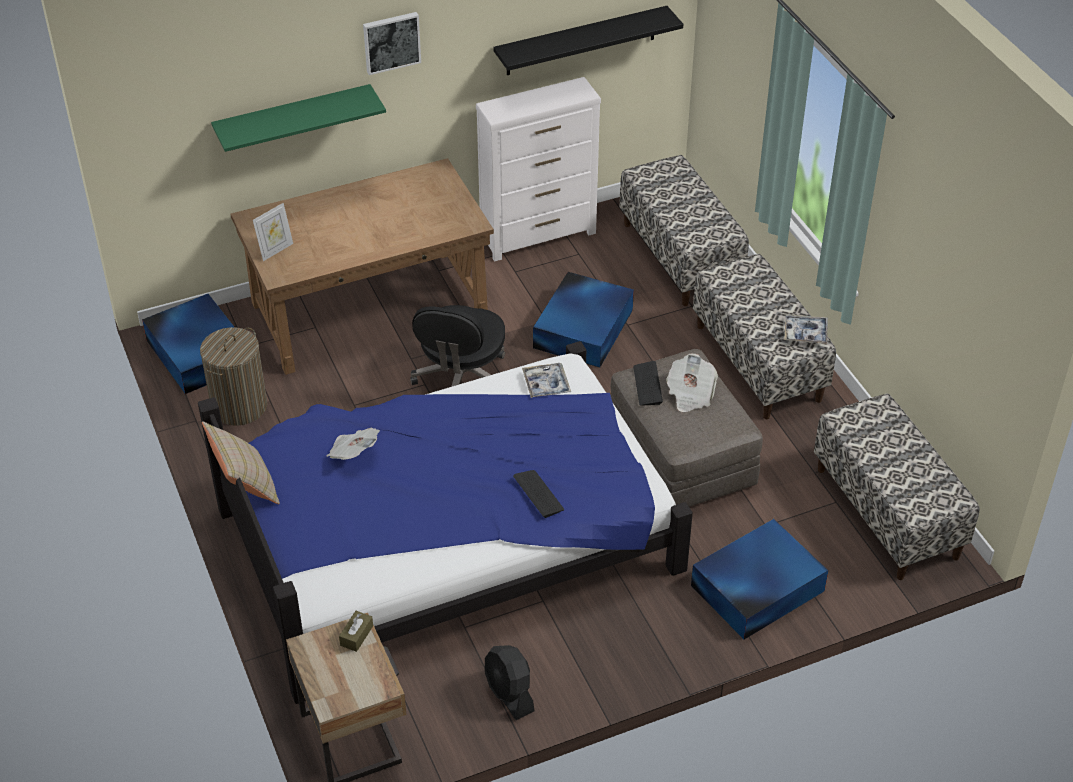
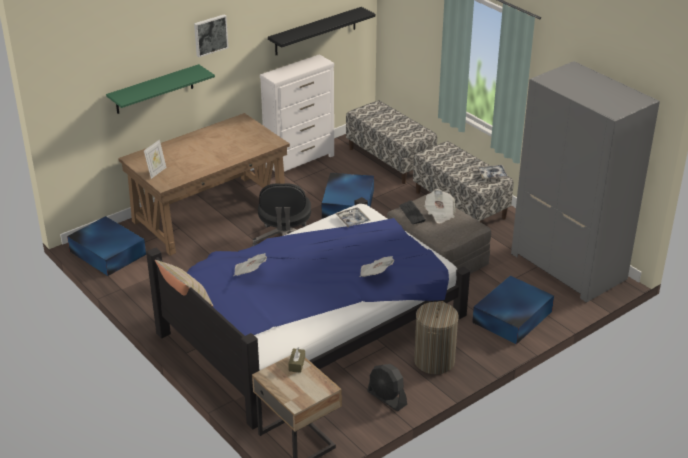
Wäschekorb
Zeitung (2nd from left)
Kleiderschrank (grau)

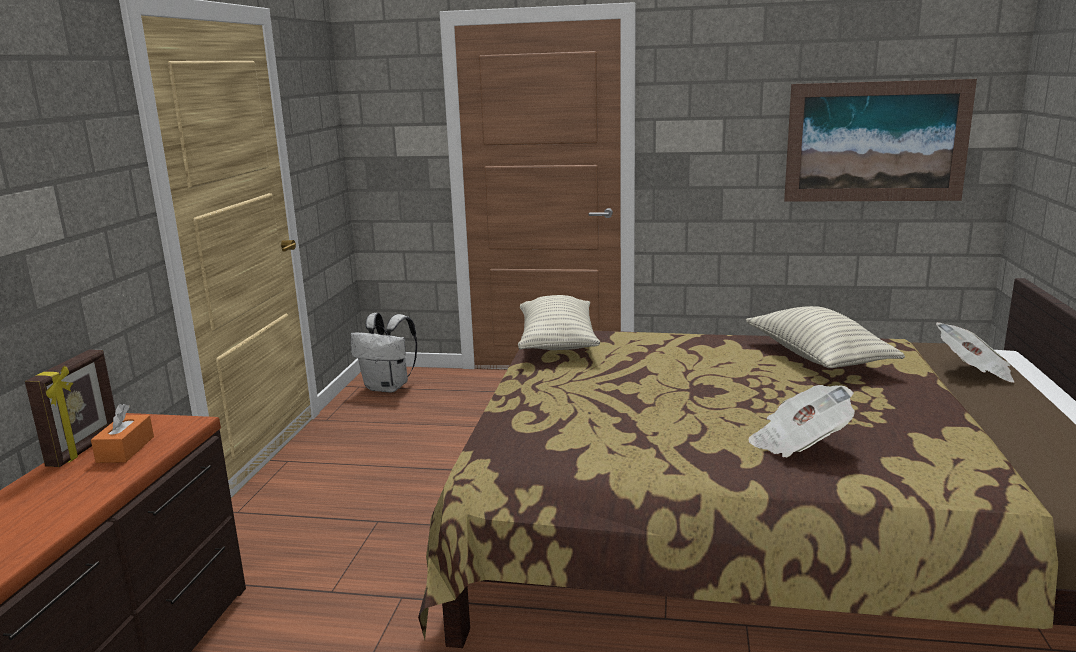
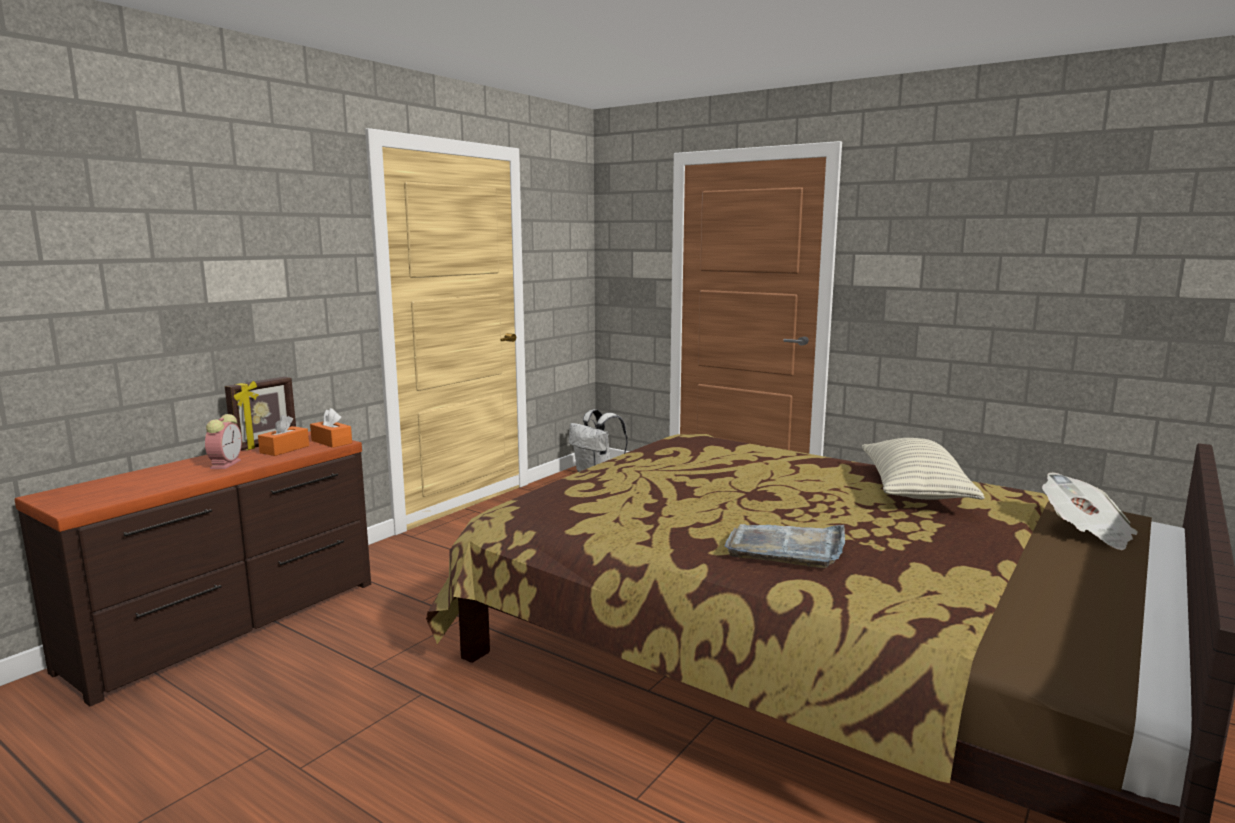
Kissen (1st from left in the first image)
Tablett (grau)
Bild
Wecker
Taschentuchbox (orange) (2nd from left)

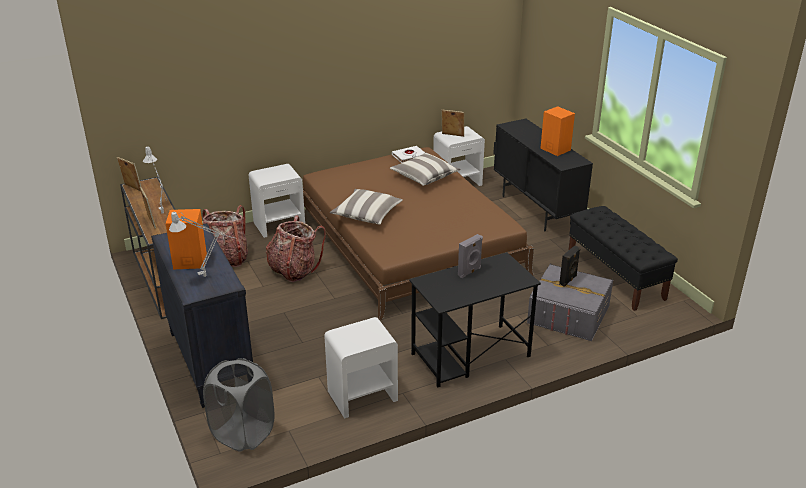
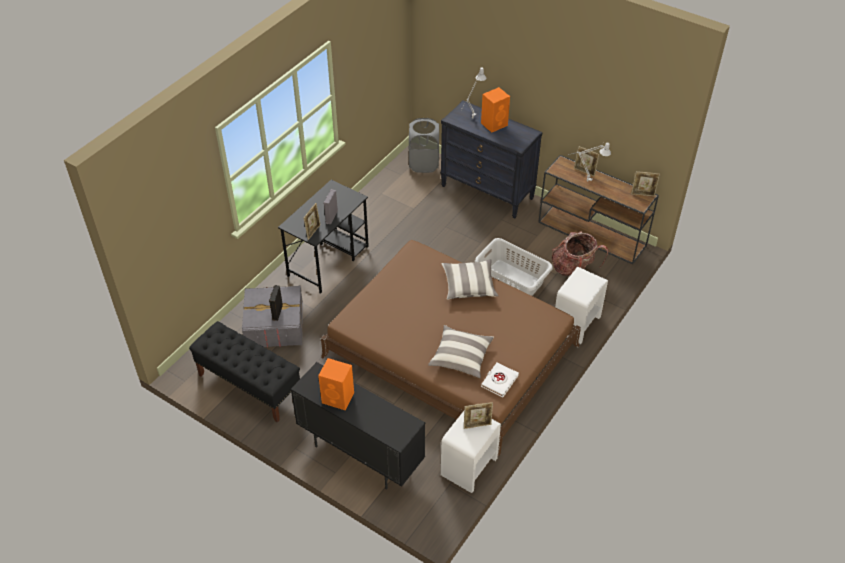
Wäschekorb (grau) (2nd from left)
Nachttisch (weiß) (2nd from left in the first image)
Bilderrahmen (1st from left)

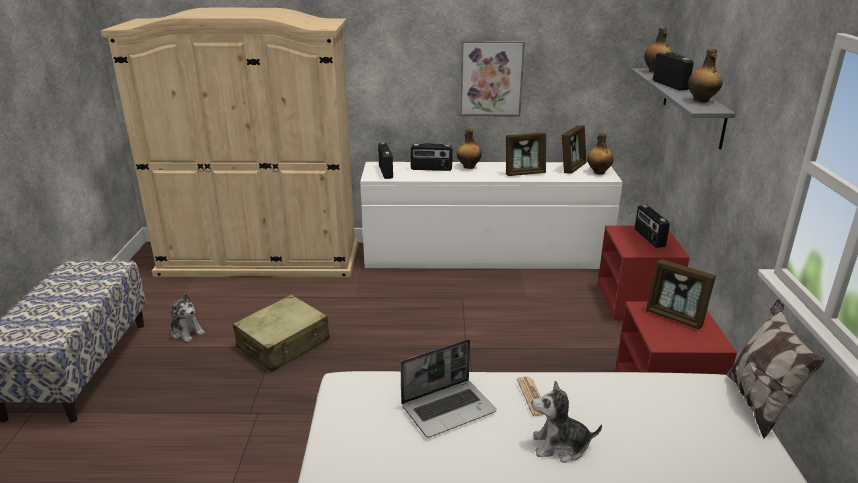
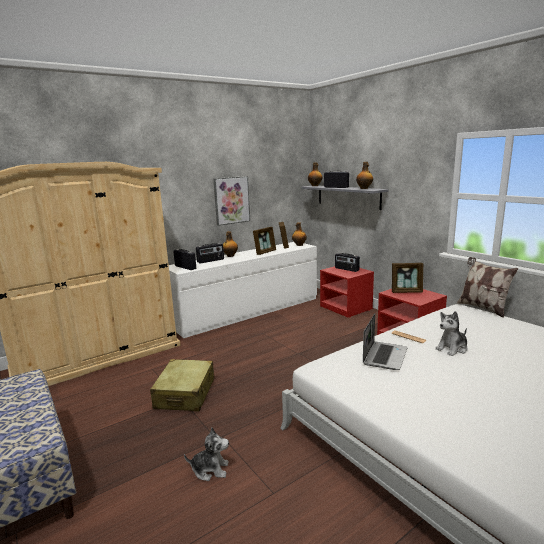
Plüschtier (1st from left)

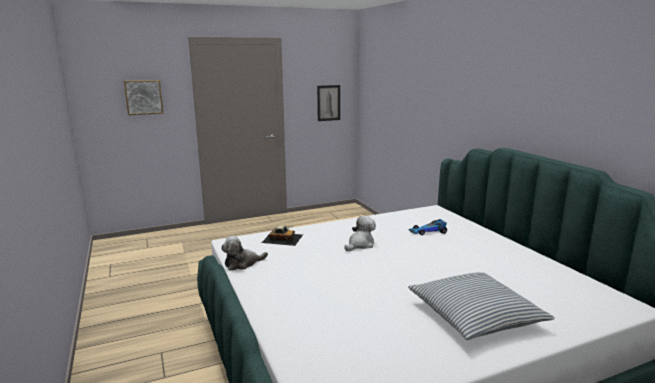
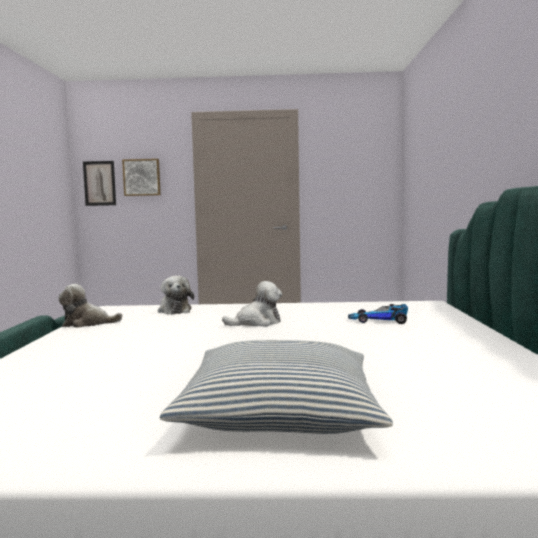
Plüschtier (2nd from left)
Bild (1st from left)

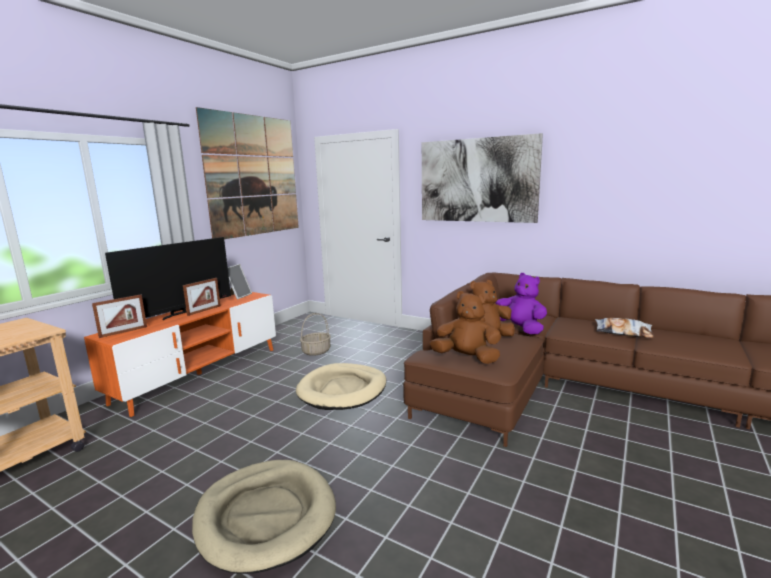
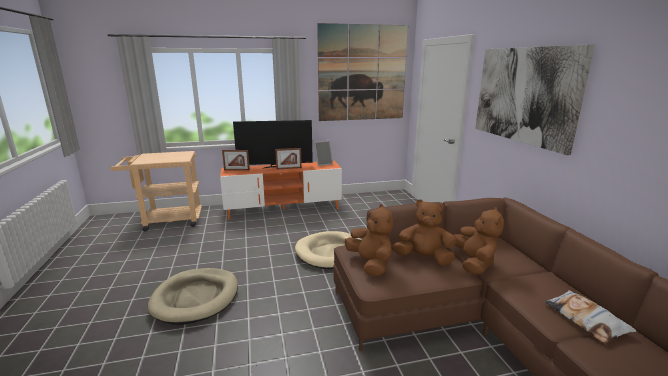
Korb
Plüschtier (braun) (3rd from left)

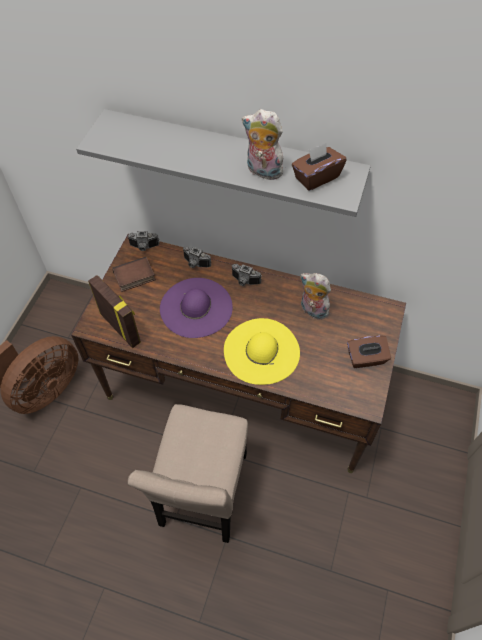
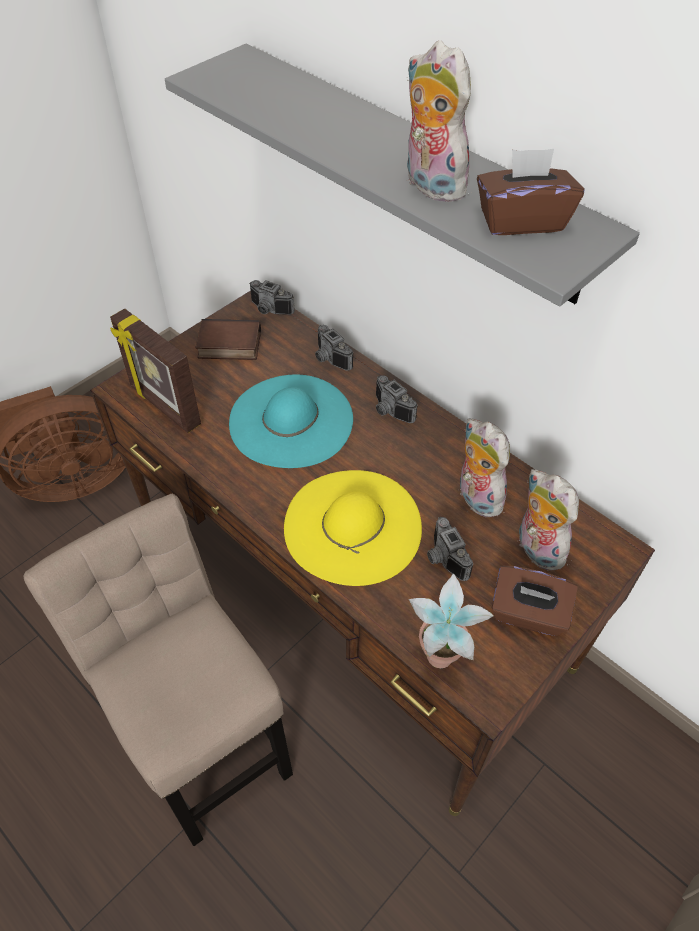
Bilderrahmen
Stuhl (beige)
Hut (türkis)
Topfpflanze
Kamera (4th from left)
Plüschtier (3rd from left)

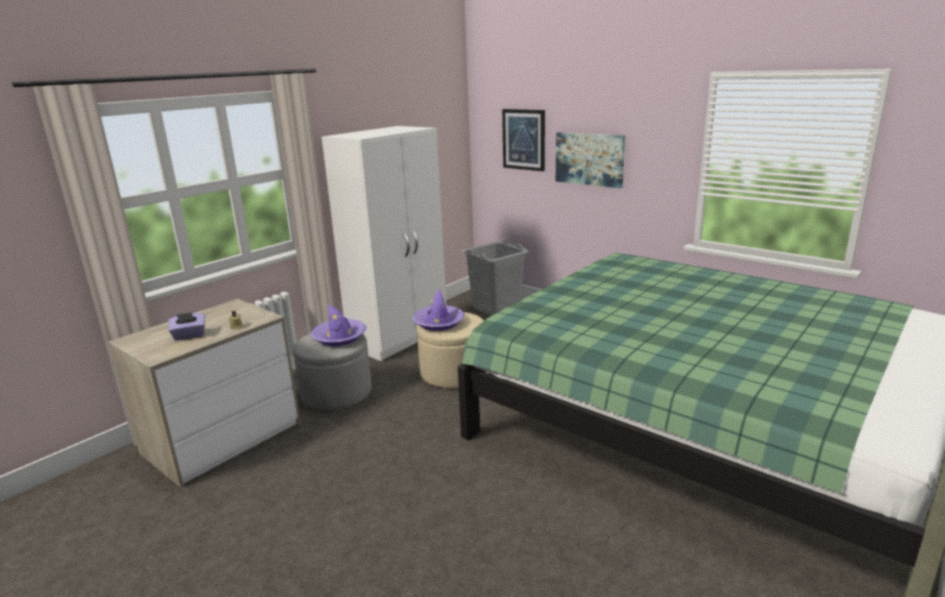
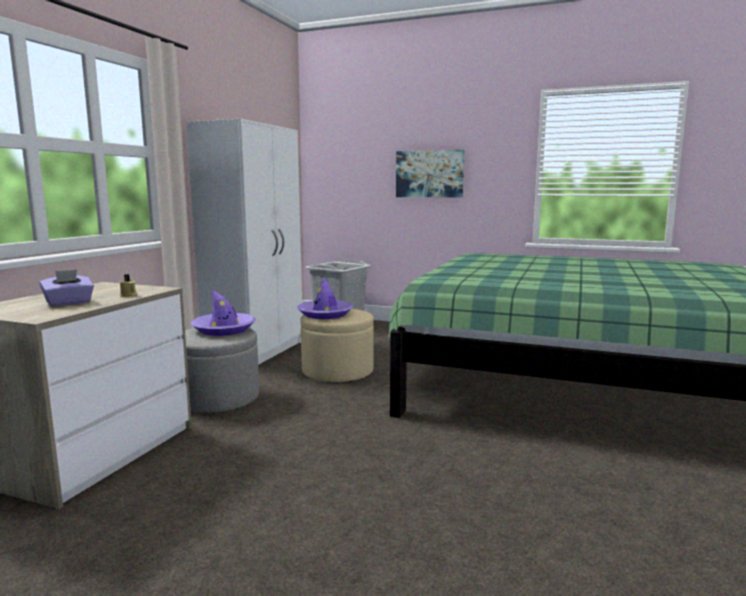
Bild (1st from left in the first image)

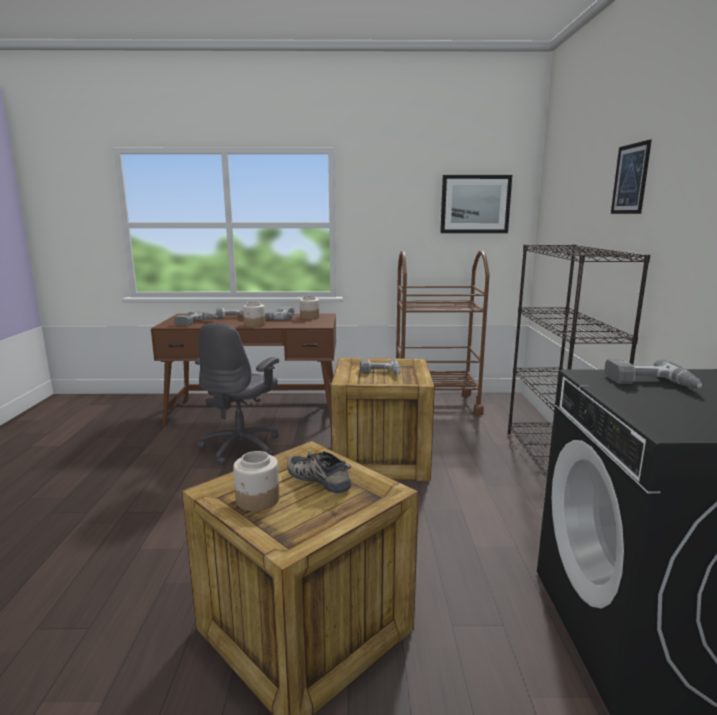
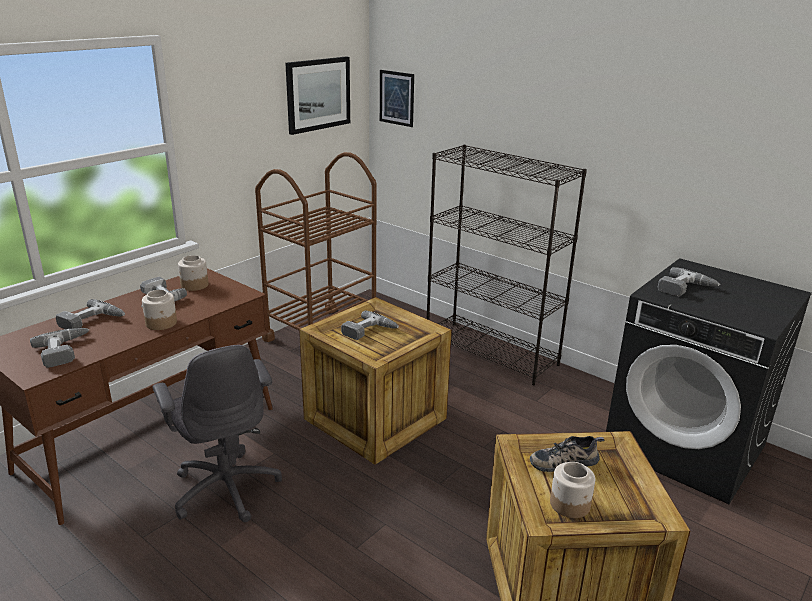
Bild (2nd from left)

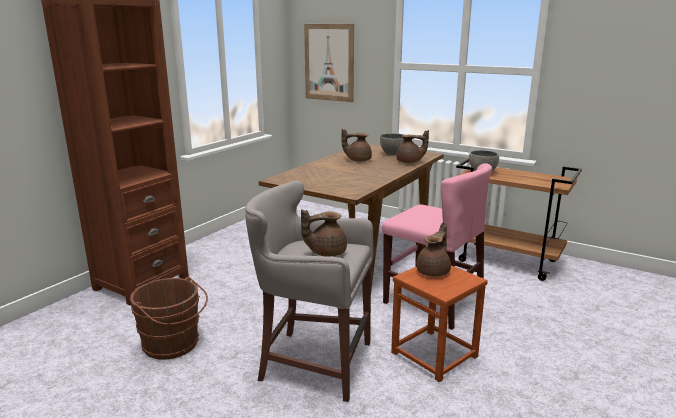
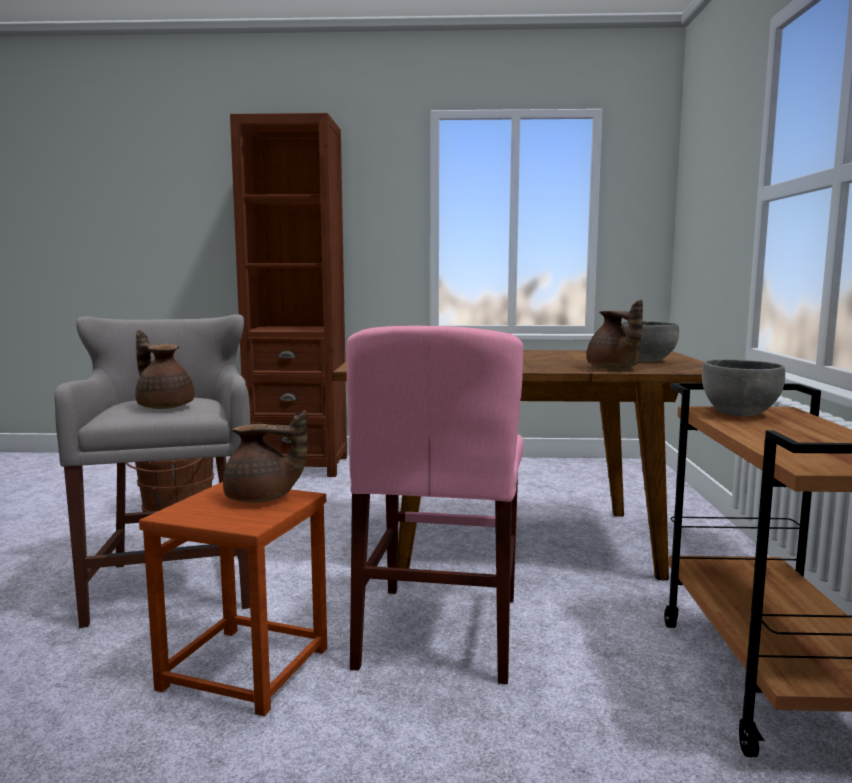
Bild
Teekanne (braun) (2nd from left in the first image)

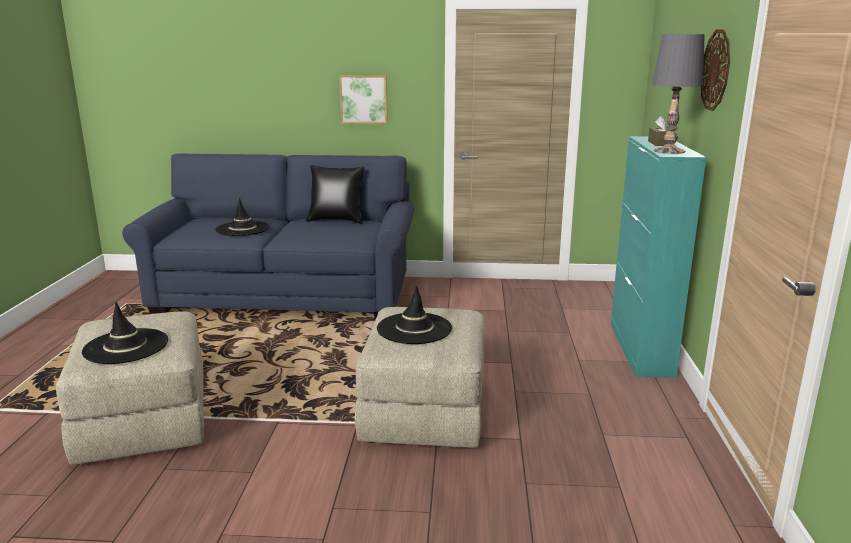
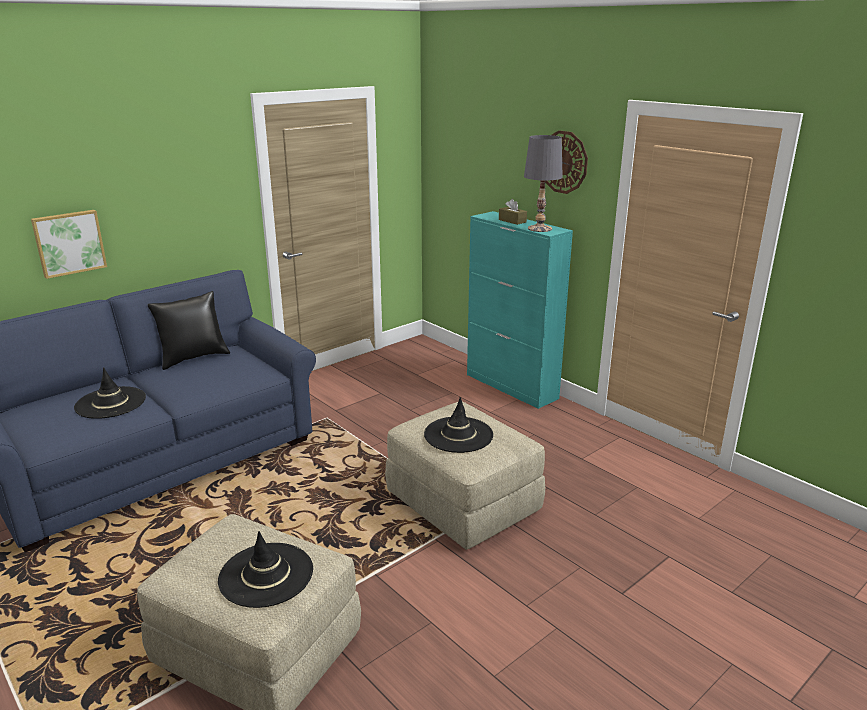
Bild

